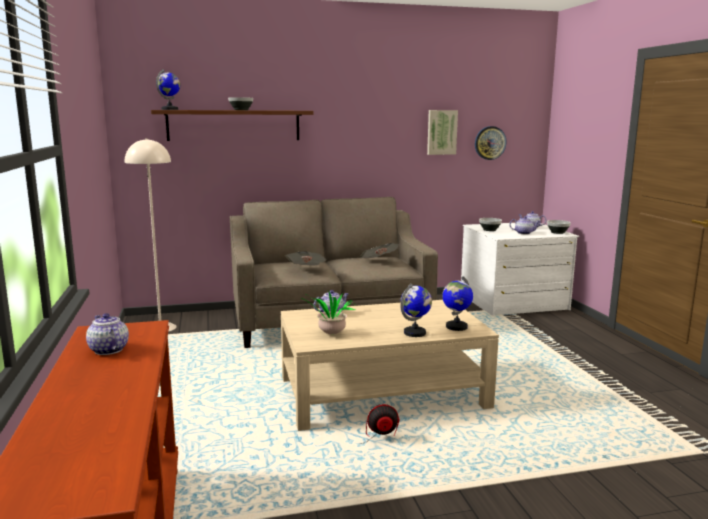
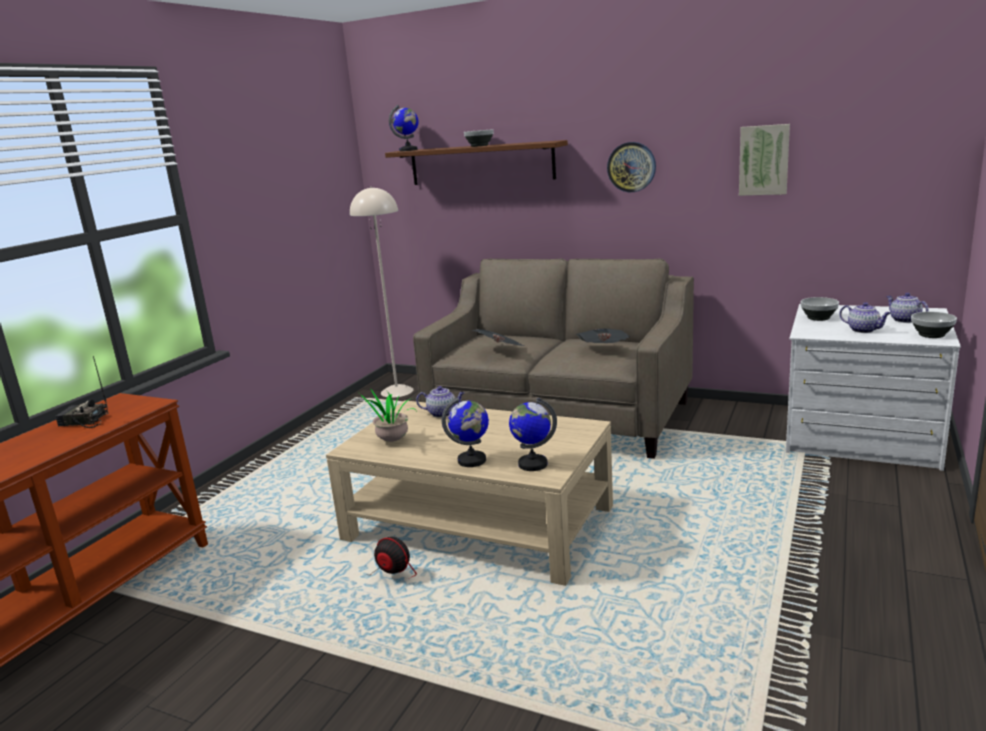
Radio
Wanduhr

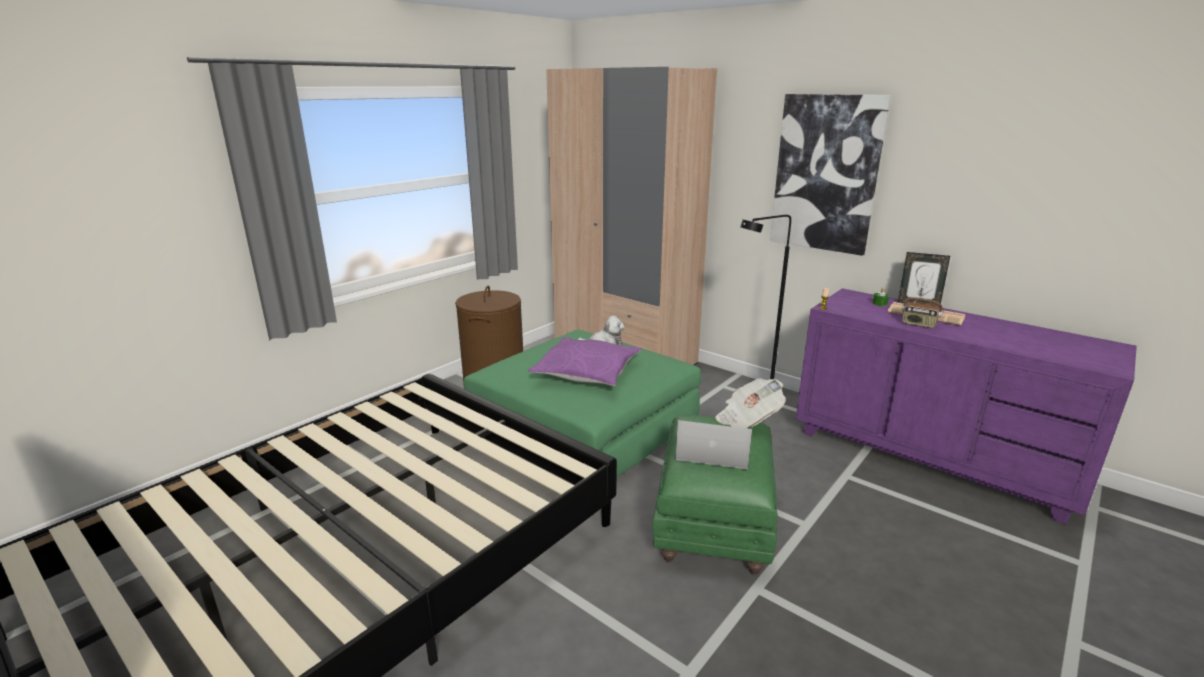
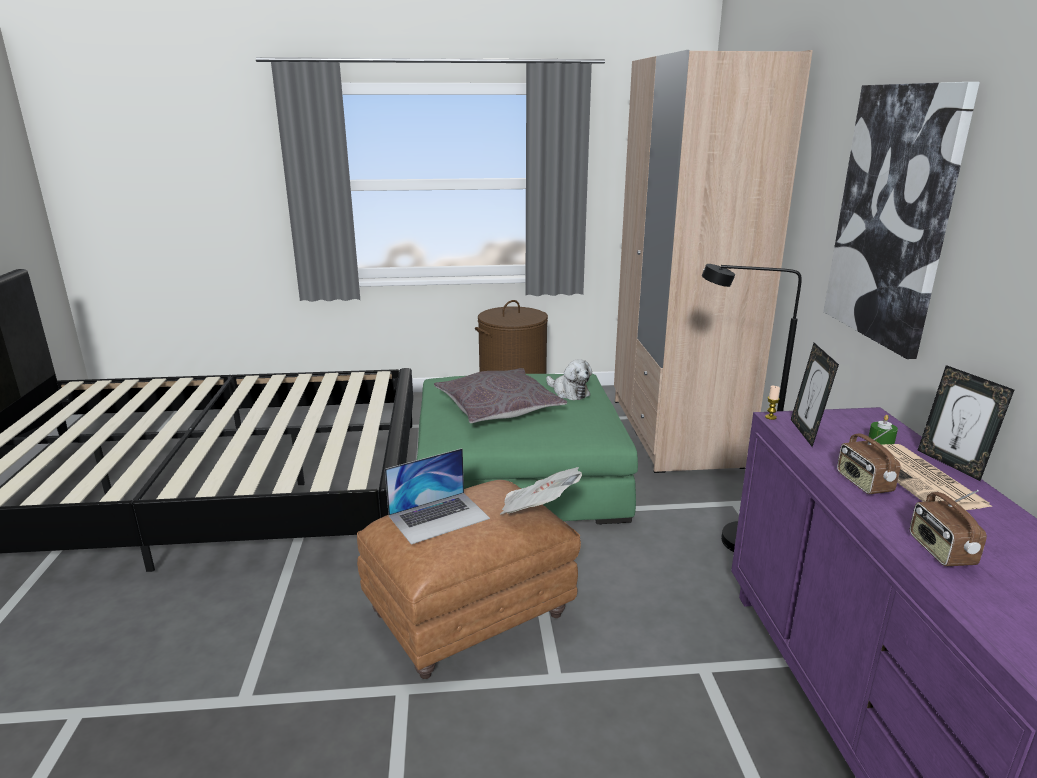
Kissen (grau)
Polsterhocker (braun)
Laptop
Bilderrahmen (1st from left)
Radio (2nd from left)

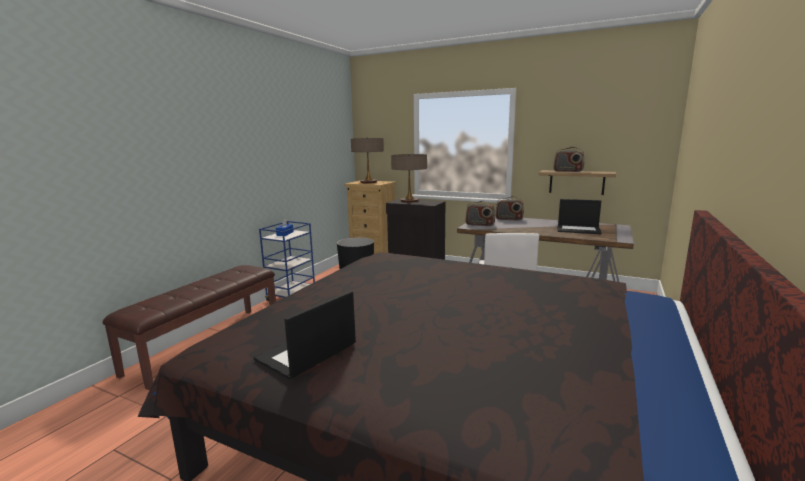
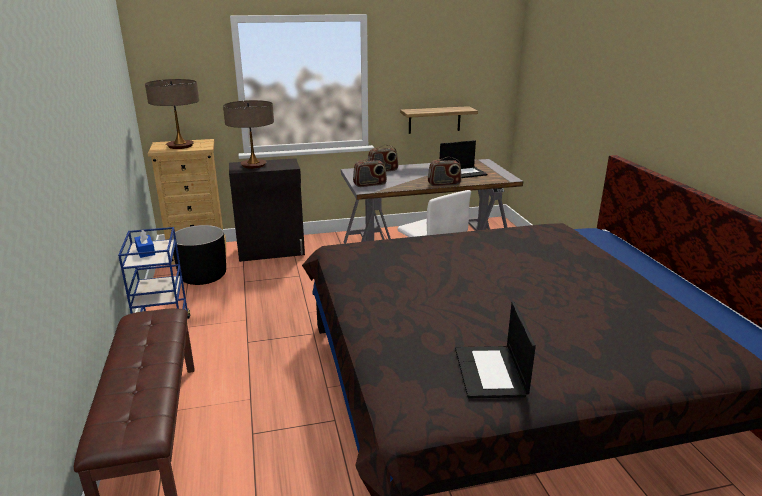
Radio (3rd from left)

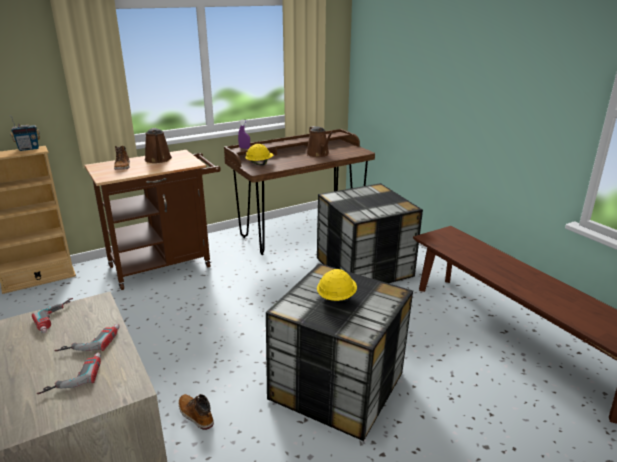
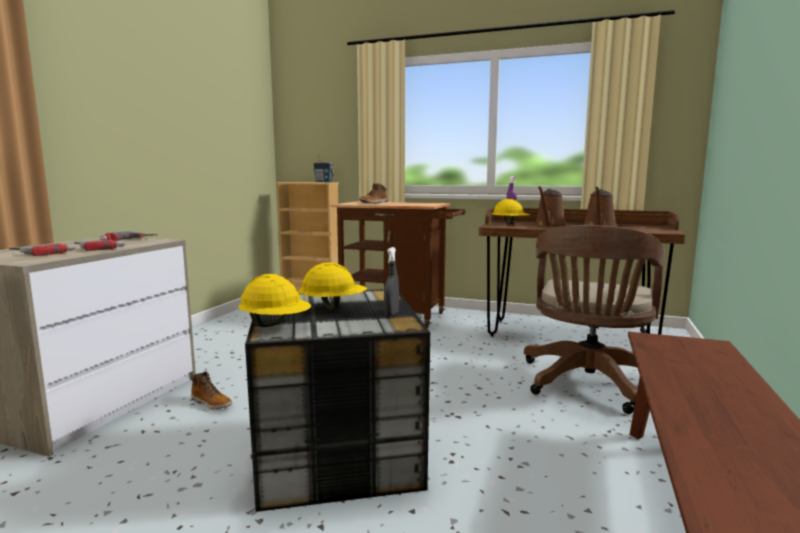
Gießkanne (braun) (1st from left)
Stiefel (1st from left)
Bürostuhl (braun)
Schutzhelm (gelb) (1st from left)
Sprühflasche (grau)

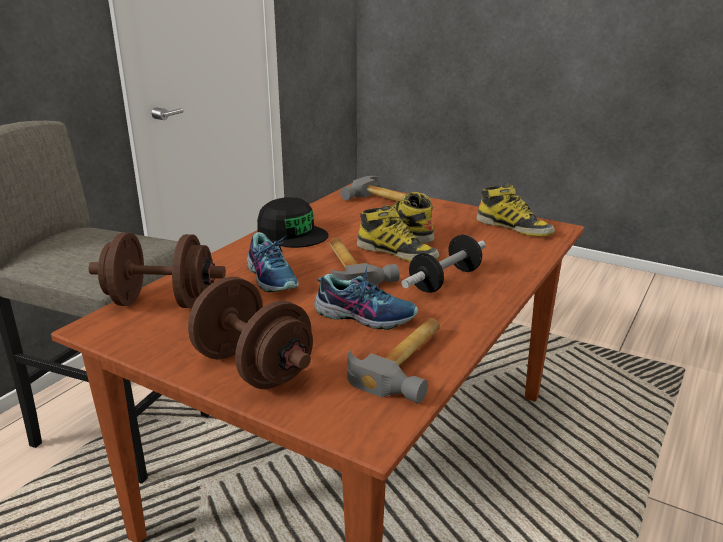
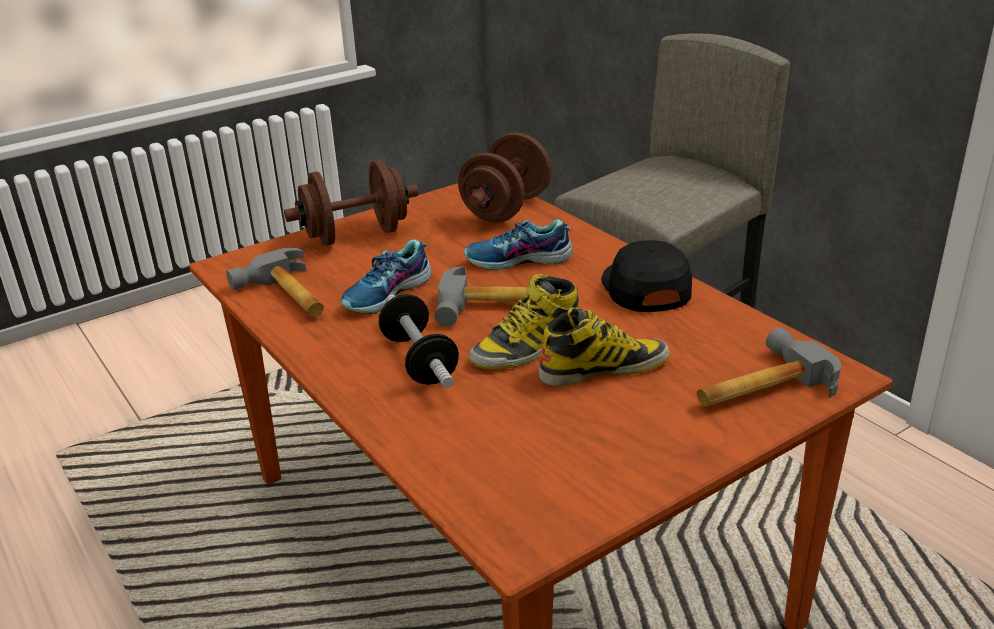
Kappe (schwarz)
Stiefel (3rd from left in the first image)

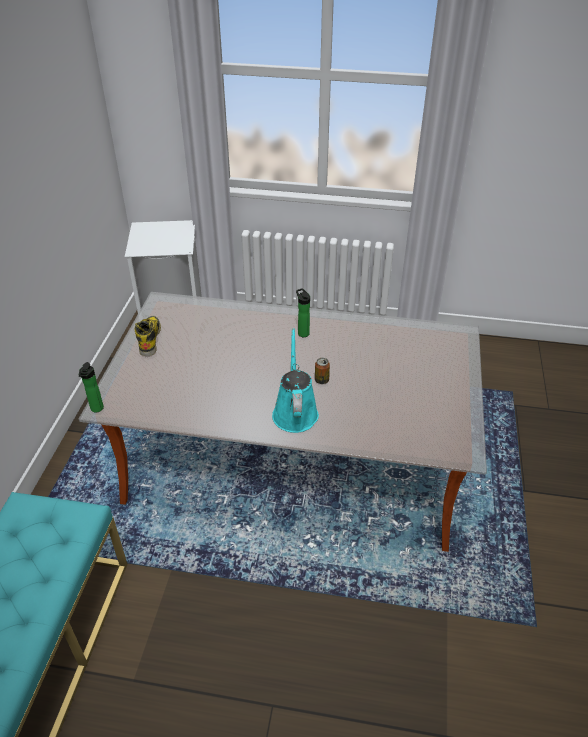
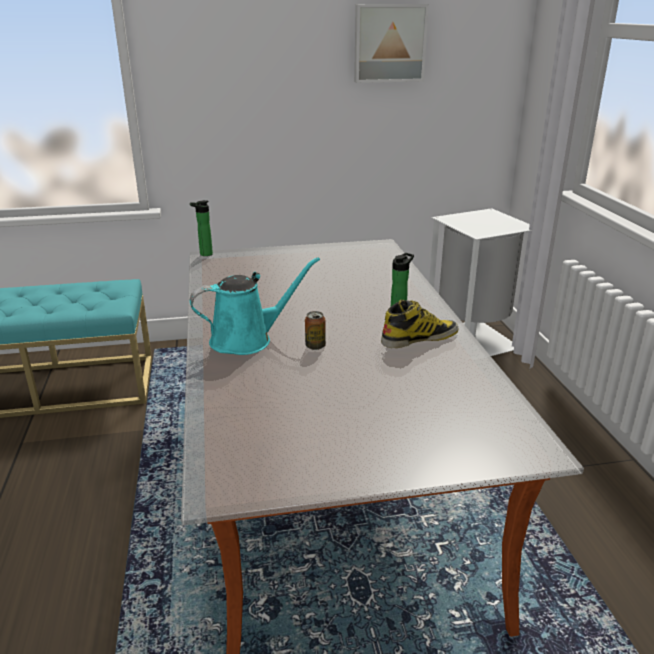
Stiefel
Bild

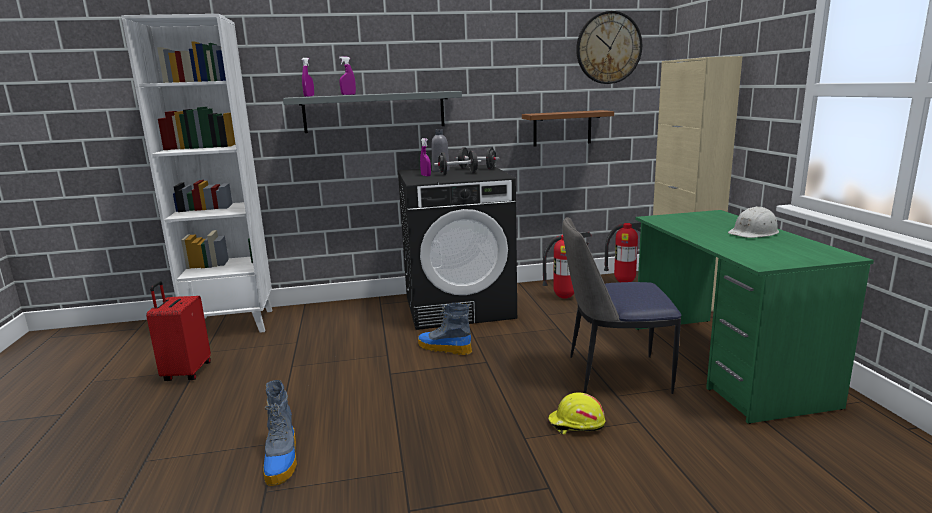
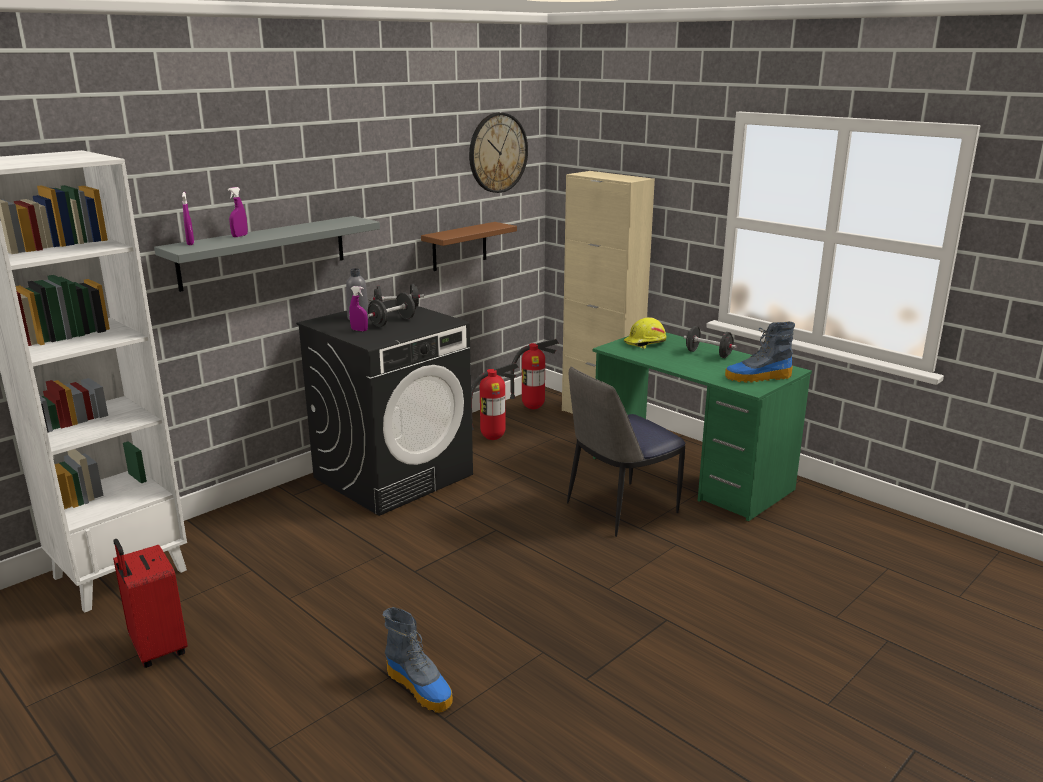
Stiefel (2nd from left)
Schutzhelm (gelb)
Hantel (schwarz) (3rd from left)

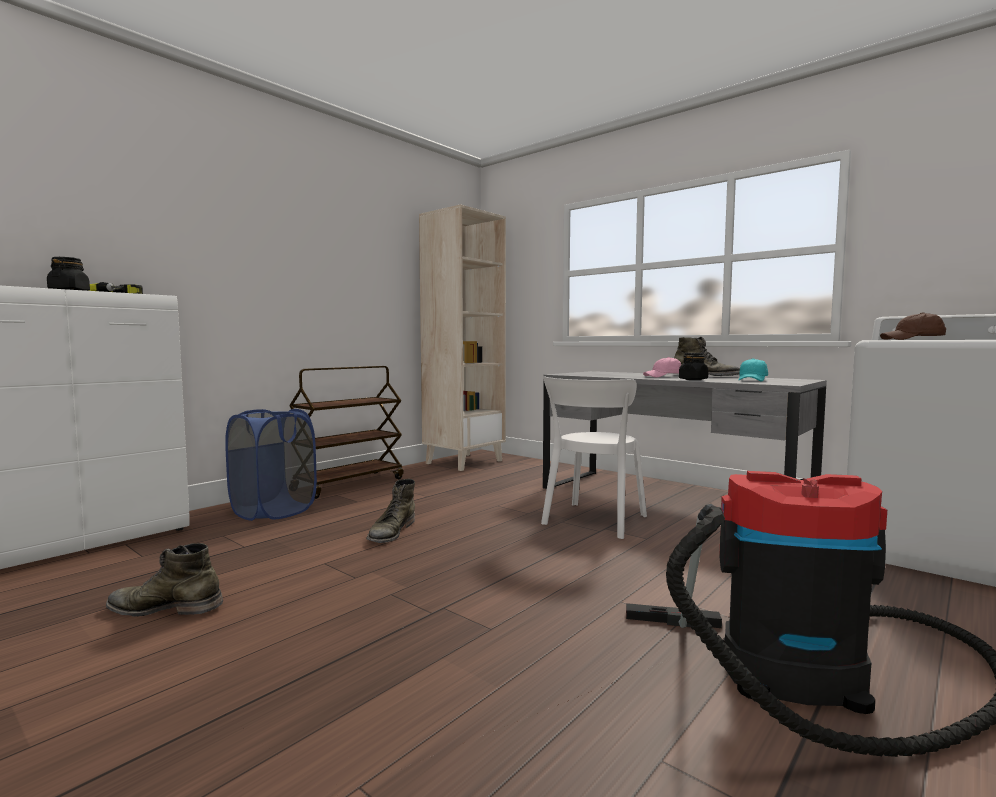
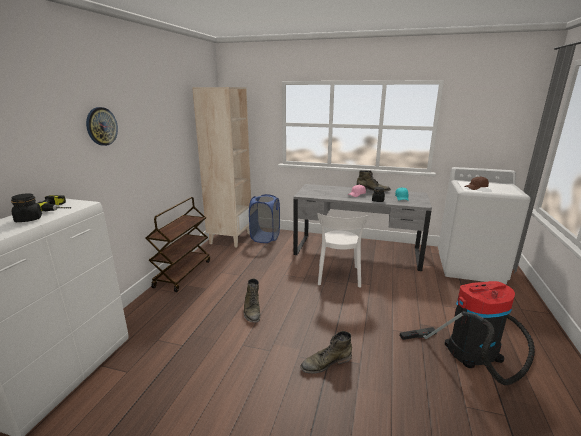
Stiefel (grün) (2nd from left)
Wäschekorb (blau)
Wanduhr

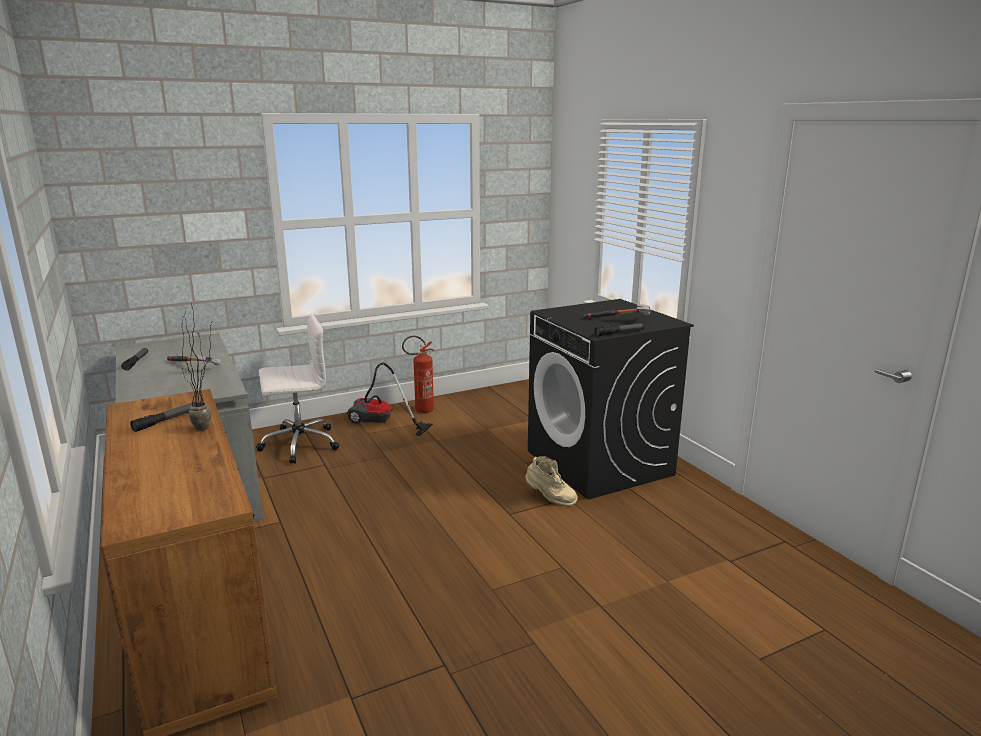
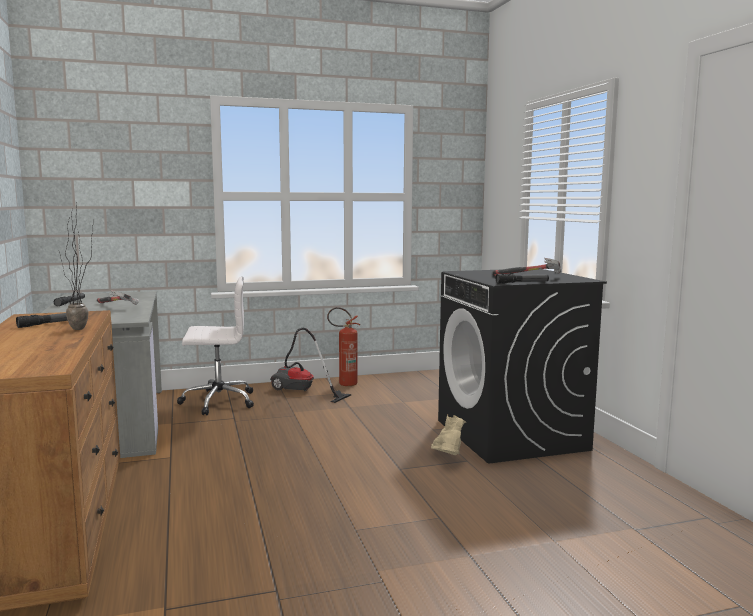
Stiefel (beige)

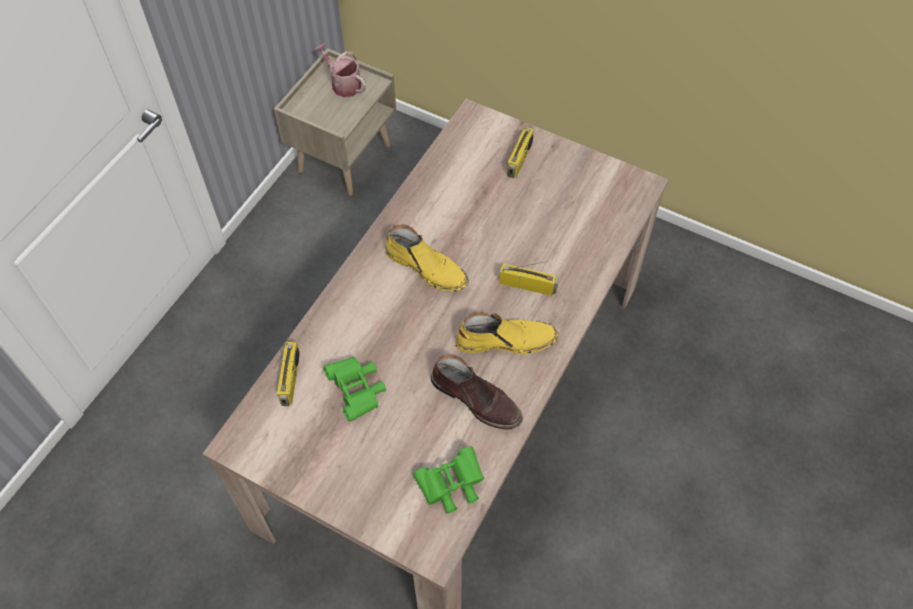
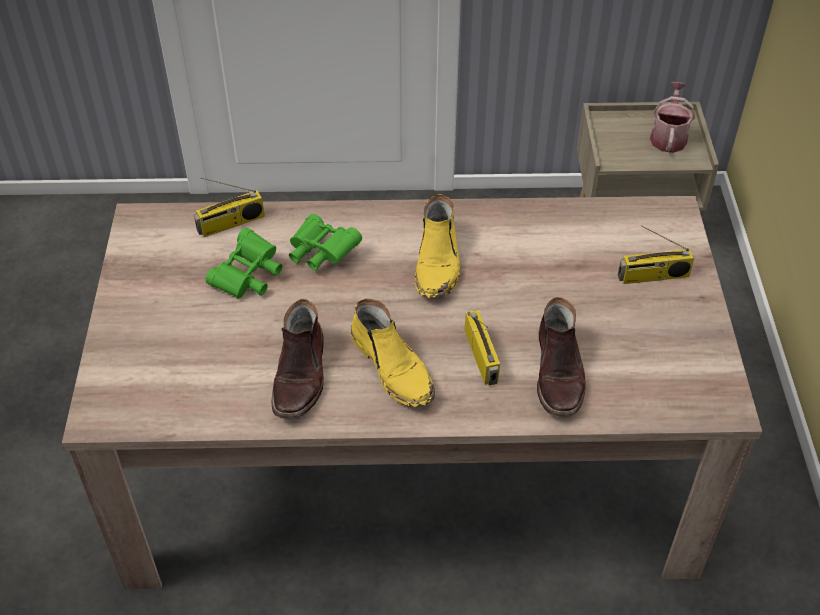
Fernglas (grün) (2nd from left)
Stiefel (braun) (2nd from left)

